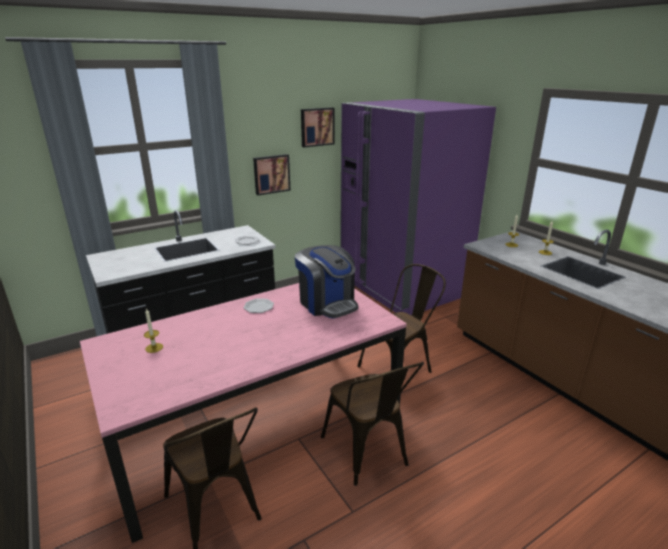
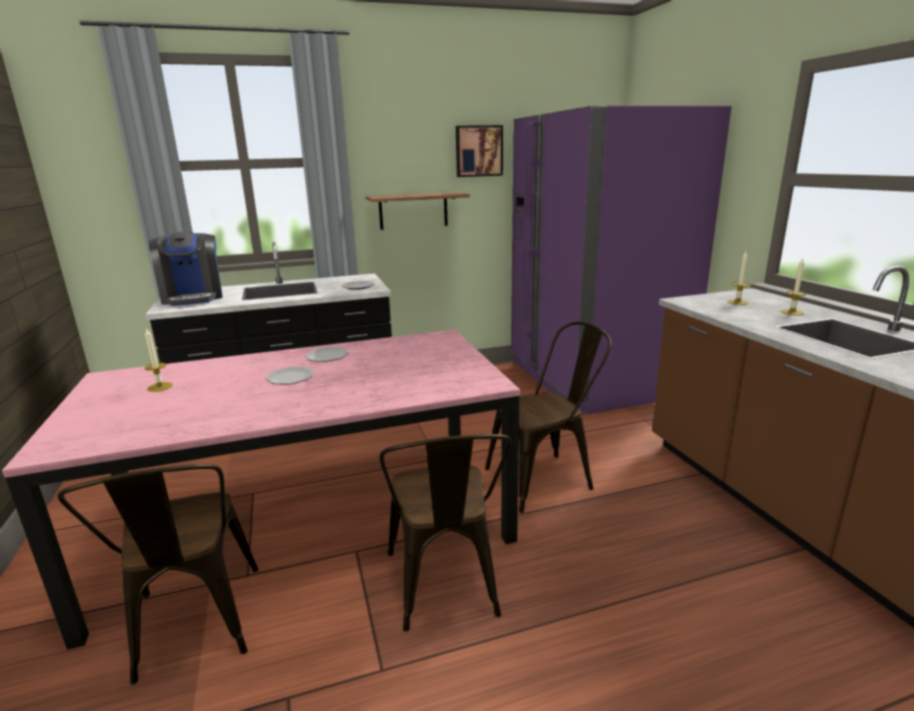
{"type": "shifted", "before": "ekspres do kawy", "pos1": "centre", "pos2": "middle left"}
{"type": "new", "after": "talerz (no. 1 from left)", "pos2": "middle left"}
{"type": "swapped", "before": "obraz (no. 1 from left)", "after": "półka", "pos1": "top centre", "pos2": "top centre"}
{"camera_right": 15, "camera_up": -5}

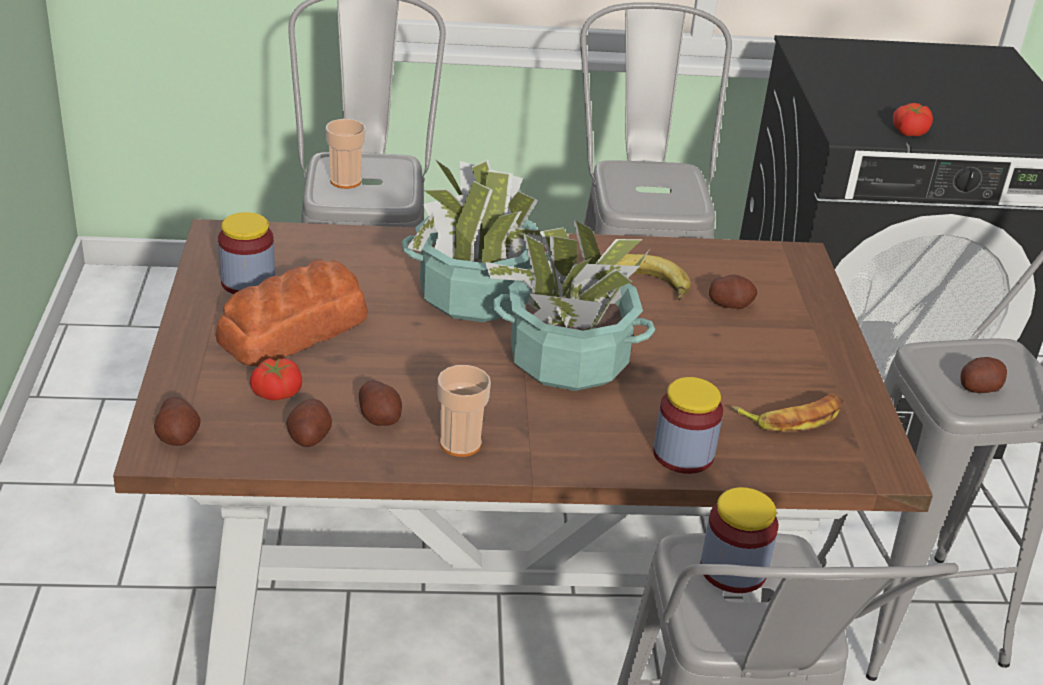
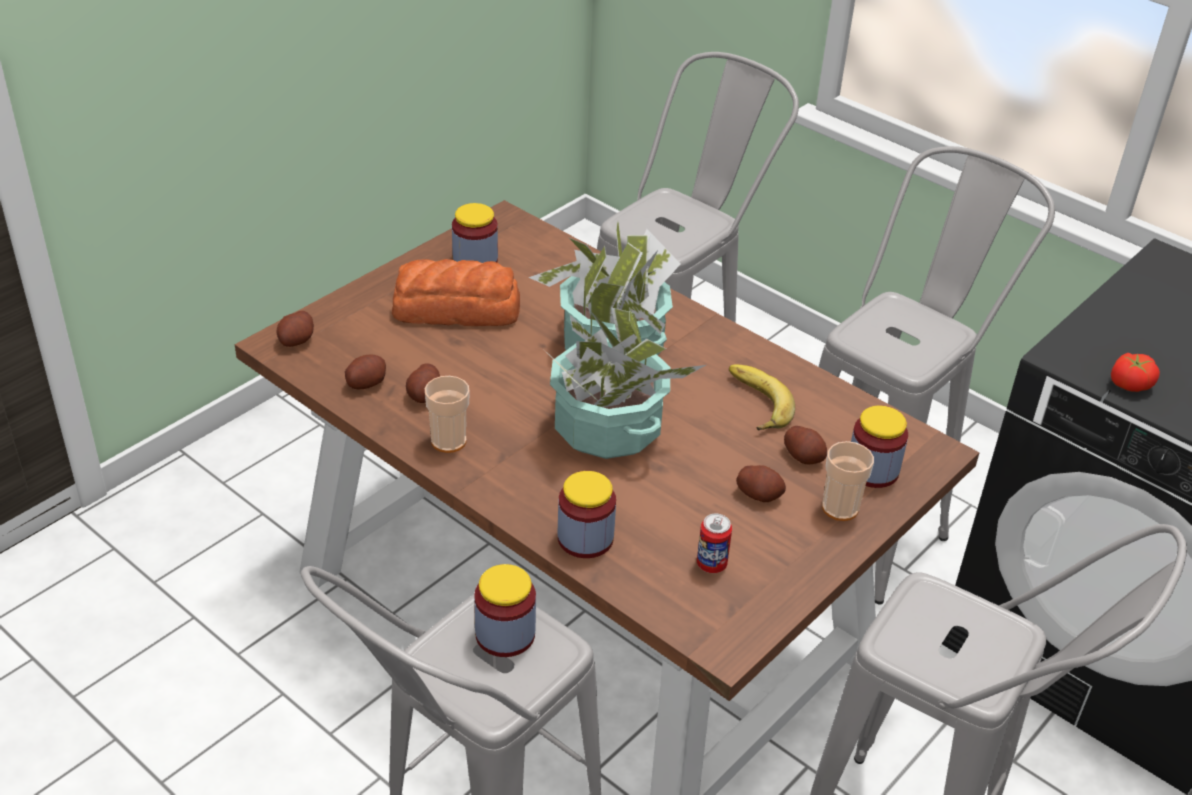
{"type": "swapped", "before": "banan (no. 2 from left)", "after": "puszka", "pos1": "middle right", "pos2": "bottom centre"}
{"type": "shifted", "before": "ziemniak (no. 5 from left in the first image)", "after": "ziemniak (no. 4 from left)", "pos1": "middle right", "pos2": "centre"}
{"type": "shifted", "before": "filiżanka (no. 1 from left in the first image)", "after": "filiżanka (no. 2 from left)", "pos1": "top left", "pos2": "middle right"}
{"type": "new", "after": "słoik (no. 4 from left)", "pos2": "middle right"}
{"type": "gone", "before": "pomidor (no. 1 from left)", "pos1": "middle left"}
{"camera_right": 45, "camera_up": 5}

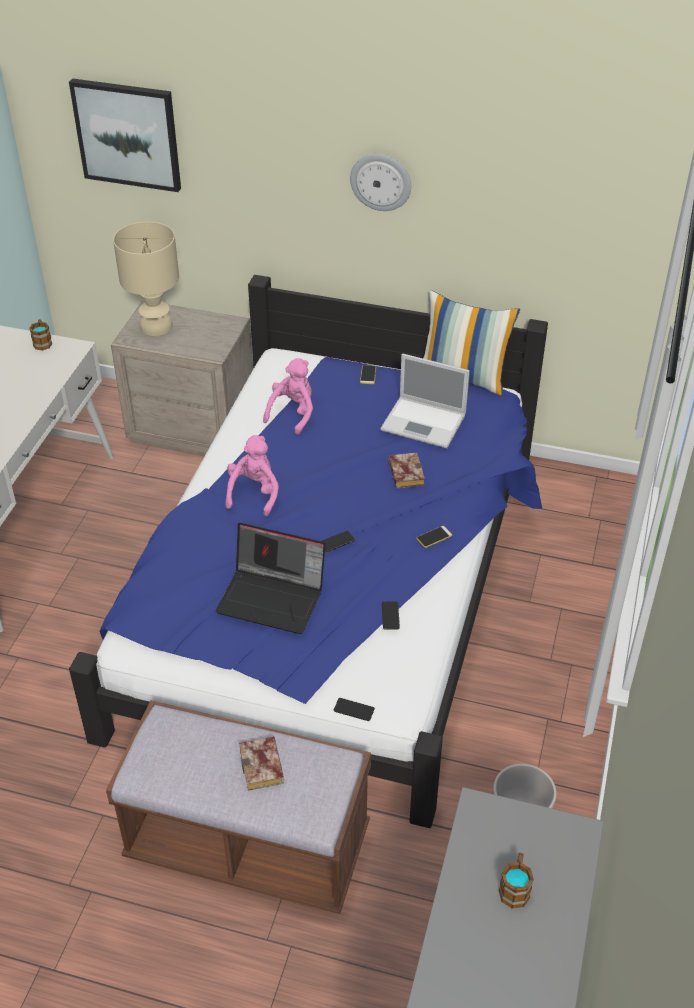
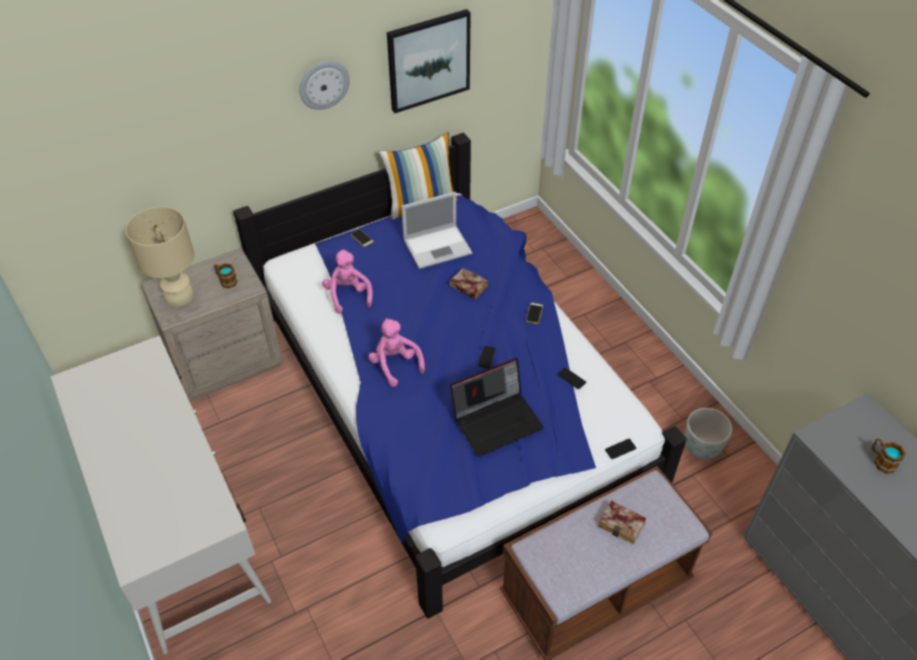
{"type": "shifted", "before": "kubek (no. 1 from left)", "pos1": "top left", "pos2": "middle left"}
{"type": "shifted", "before": "obraz", "pos1": "top left", "pos2": "top centre"}
{"camera_right": -45, "camera_up": 5}

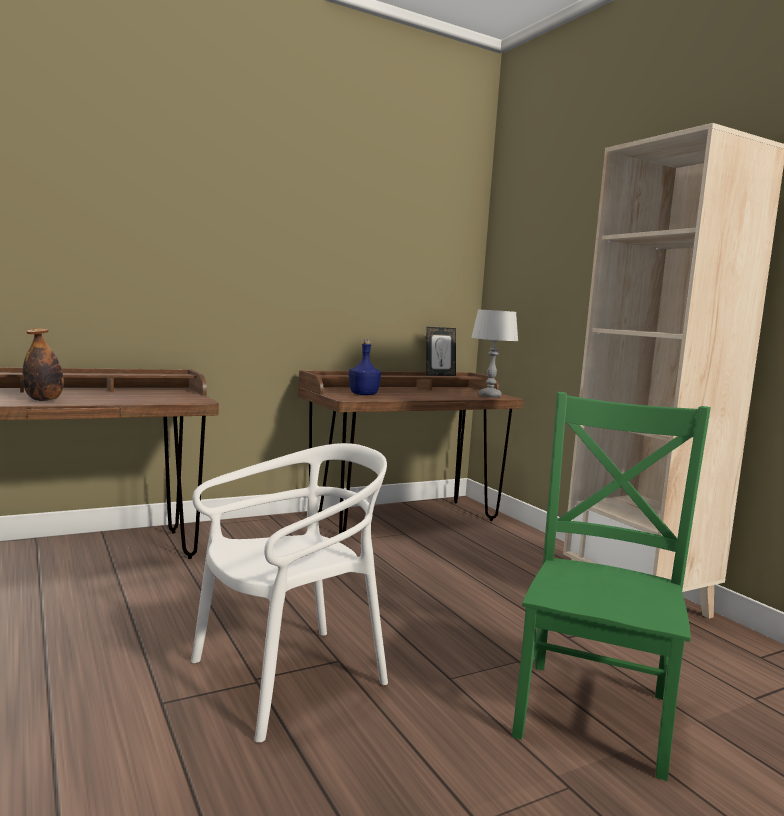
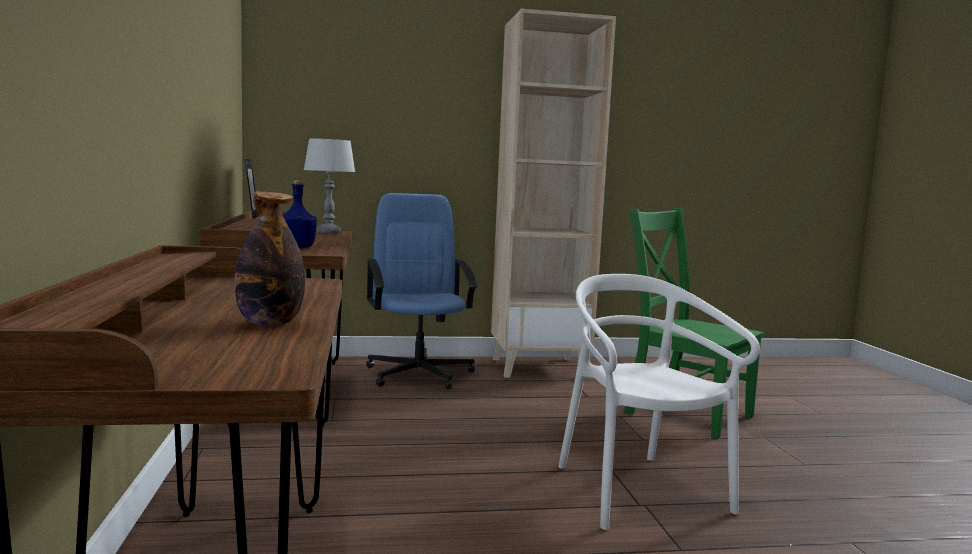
{"type": "new", "after": "krzesło biurowe/niebieski", "pos2": "centre"}
{"camera_right": -70, "camera_up": 0}

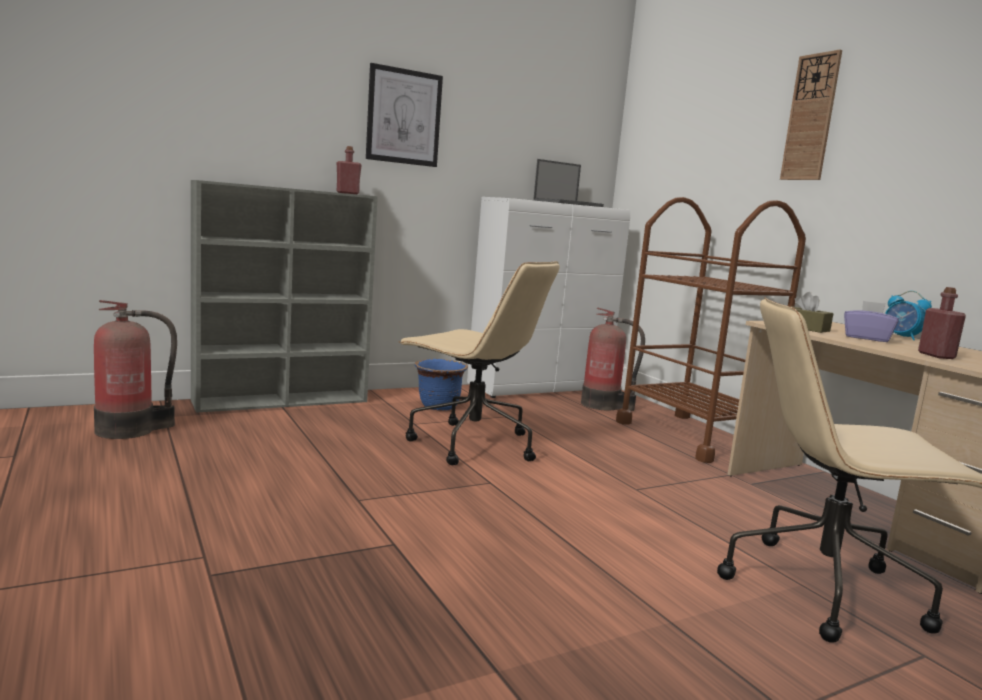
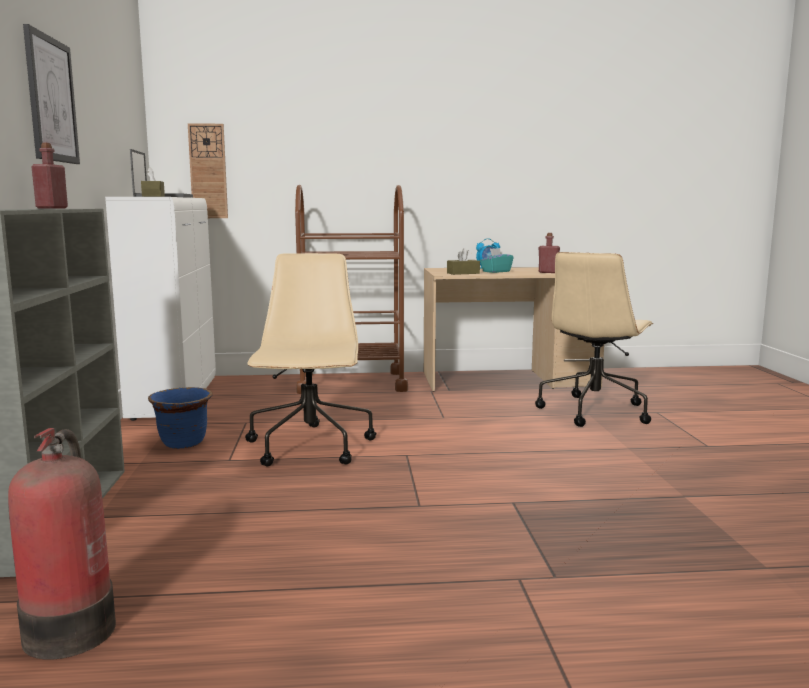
{"type": "new", "after": "pudełko chusteczek/brązowy (no. 1 from left)", "pos2": "top left"}
{"type": "shifted", "before": "zegar ścienny", "pos1": "top right", "pos2": "top left"}
{"type": "rotated", "before": "krzesło biurowe/beżowy (no. 1 from left)", "pos1": "centre", "pos2": "centre", "turn": -60}
{"type": "repainted", "before": "pudełko chusteczek/fioletowy", "after": "pudełko chusteczek/turkusowy", "pos1": "middle right", "pos2": "centre"}
{"type": "gone", "before": "gaśnica (no. 2 from left)", "pos1": "centre"}
{"camera_right": -65, "camera_up": 0}

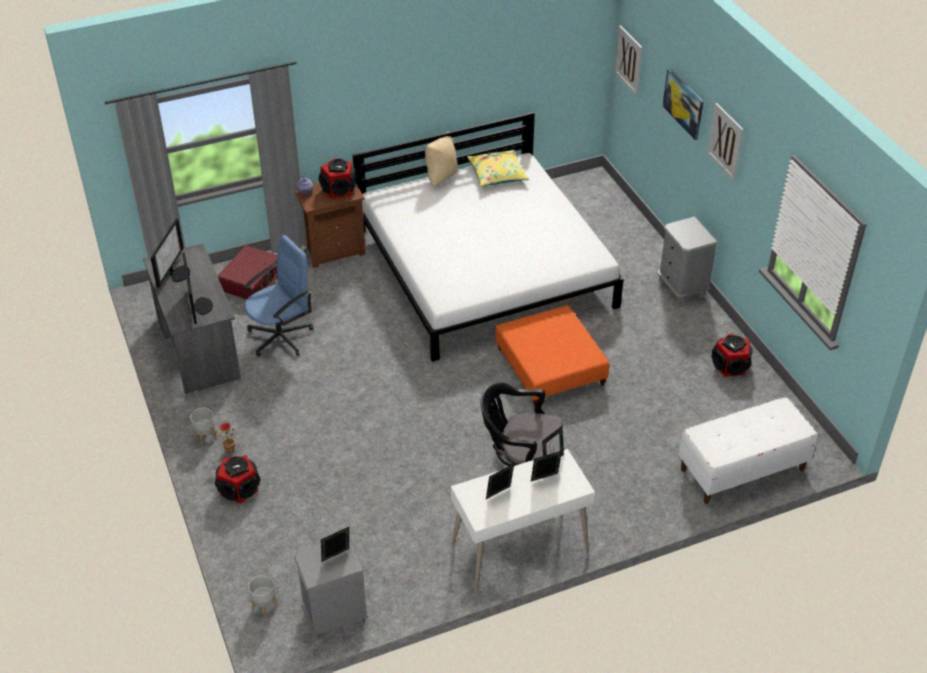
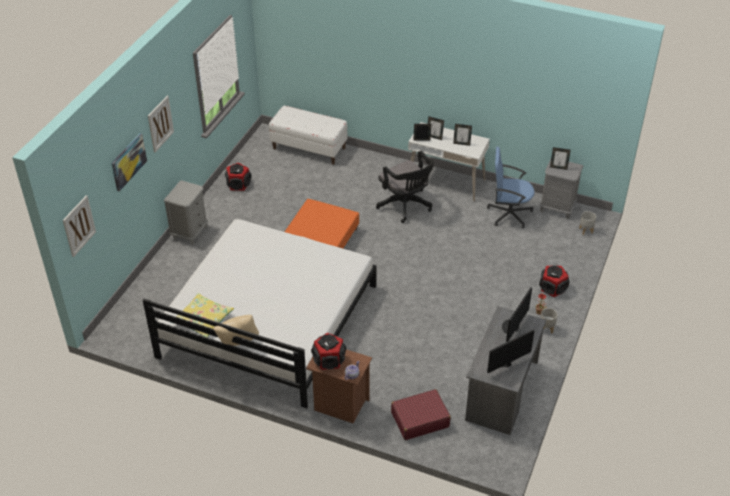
{"type": "shifted", "before": "krzesło biurowe/niebieski", "pos1": "middle left", "pos2": "middle right"}
{"camera_right": -135, "camera_up": 0}

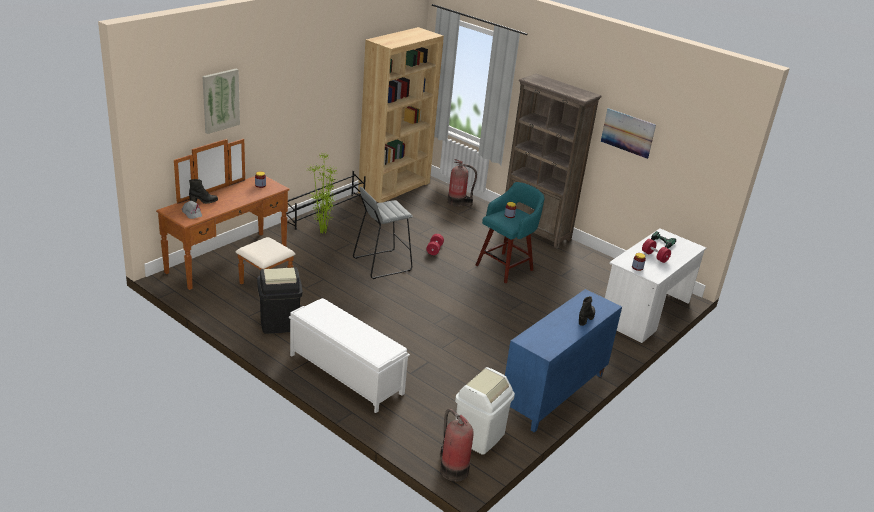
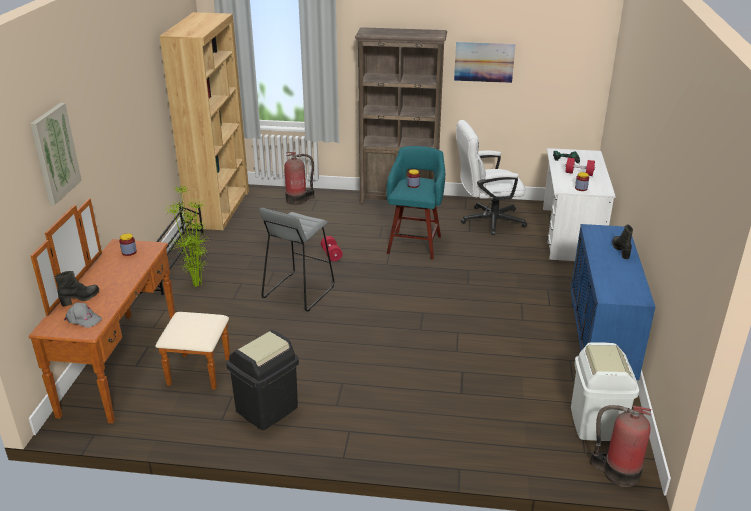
{"type": "new", "after": "krzesło biurowe/biały", "pos2": "centre"}
{"type": "gone", "before": "ławka/biały", "pos1": "bottom centre"}
{"camera_right": -30, "camera_up": 0}

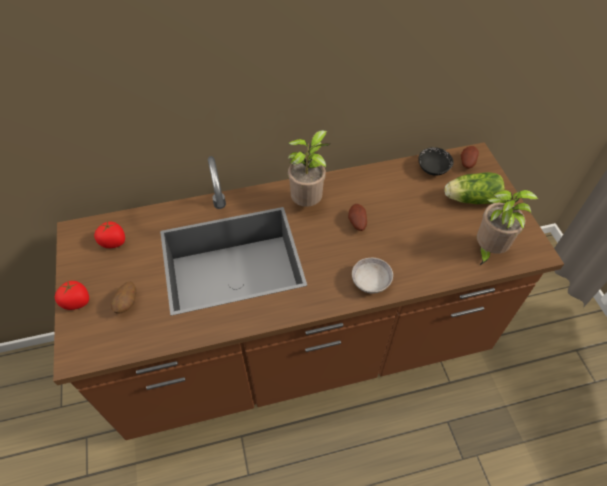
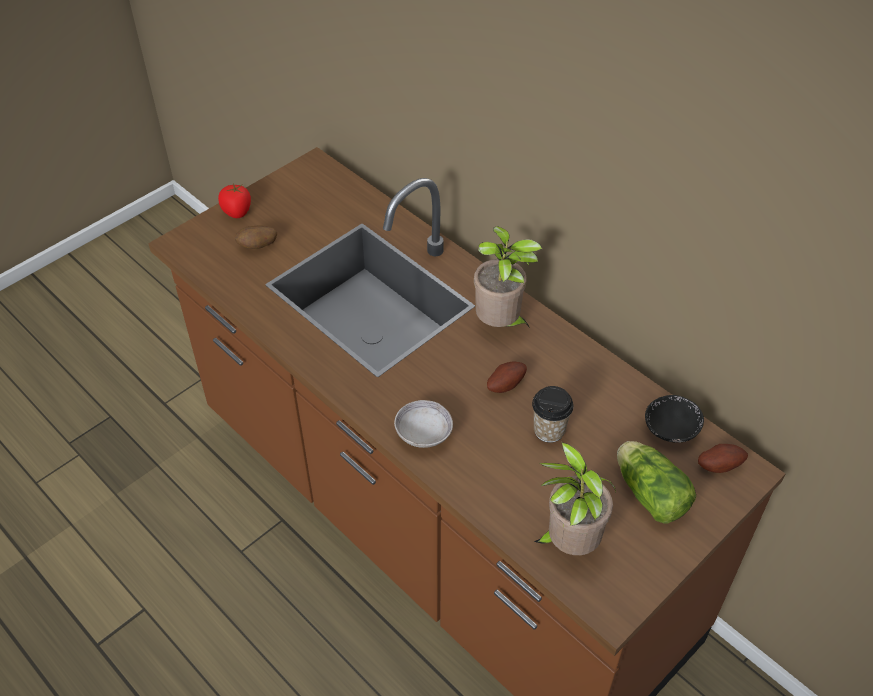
{"type": "new", "after": "filiżanka", "pos2": "centre"}
{"type": "gone", "before": "pomidor (no. 2 from left)", "pos1": "middle left"}
{"camera_right": 60, "camera_up": -5}

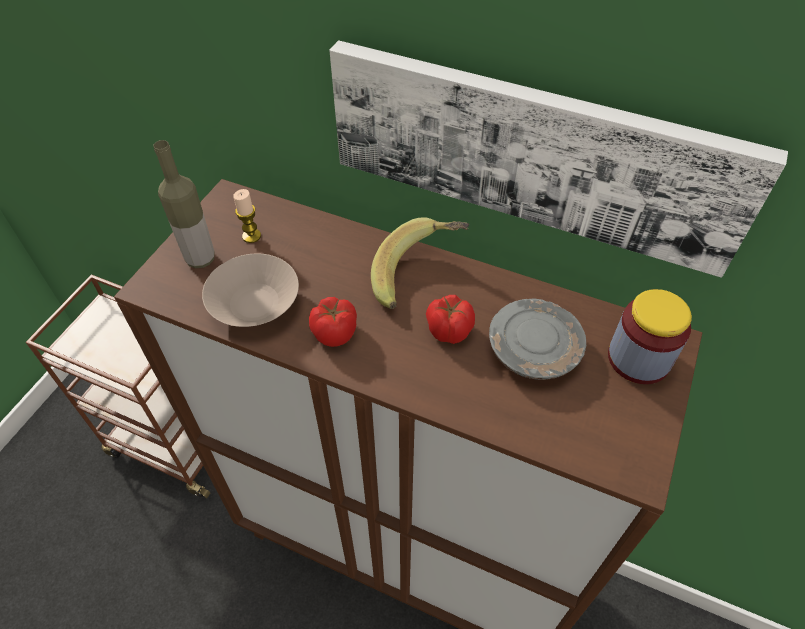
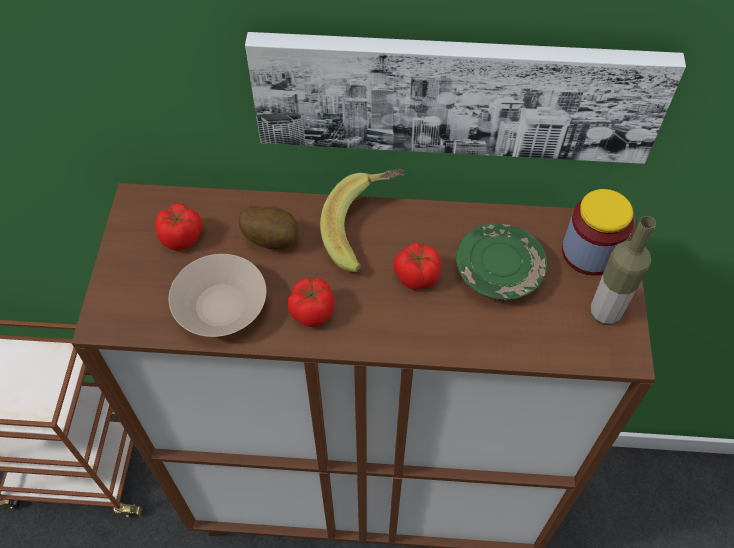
{"type": "swapped", "before": "świeca", "after": "pomidor (no. 1 from left)", "pos1": "middle left", "pos2": "middle left"}
{"type": "new", "after": "ziemniak", "pos2": "centre"}
{"type": "repainted", "before": "talerz/szary", "after": "talerz/zielony", "pos1": "middle right", "pos2": "middle right"}
{"type": "shifted", "before": "butelka", "pos1": "top left", "pos2": "middle right"}
{"camera_right": -20, "camera_up": 5}

